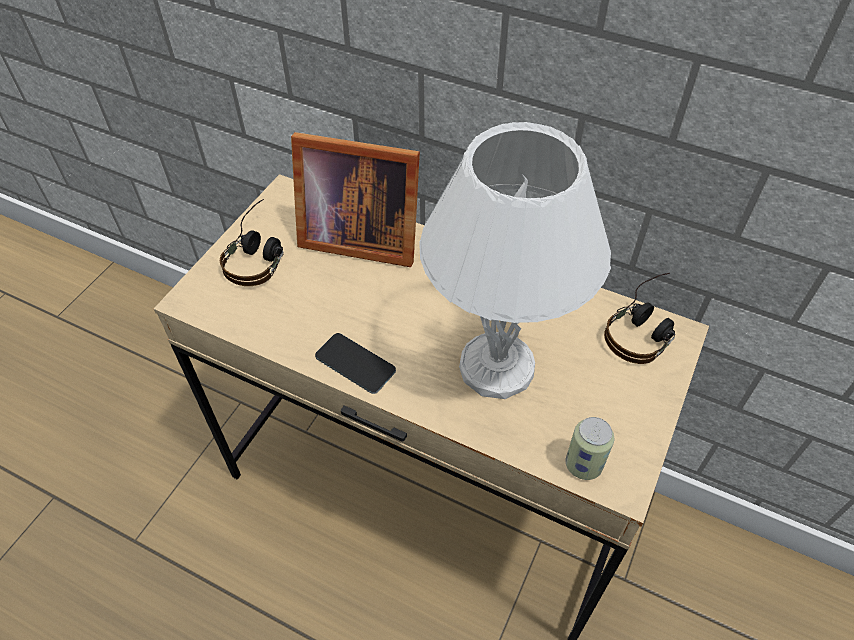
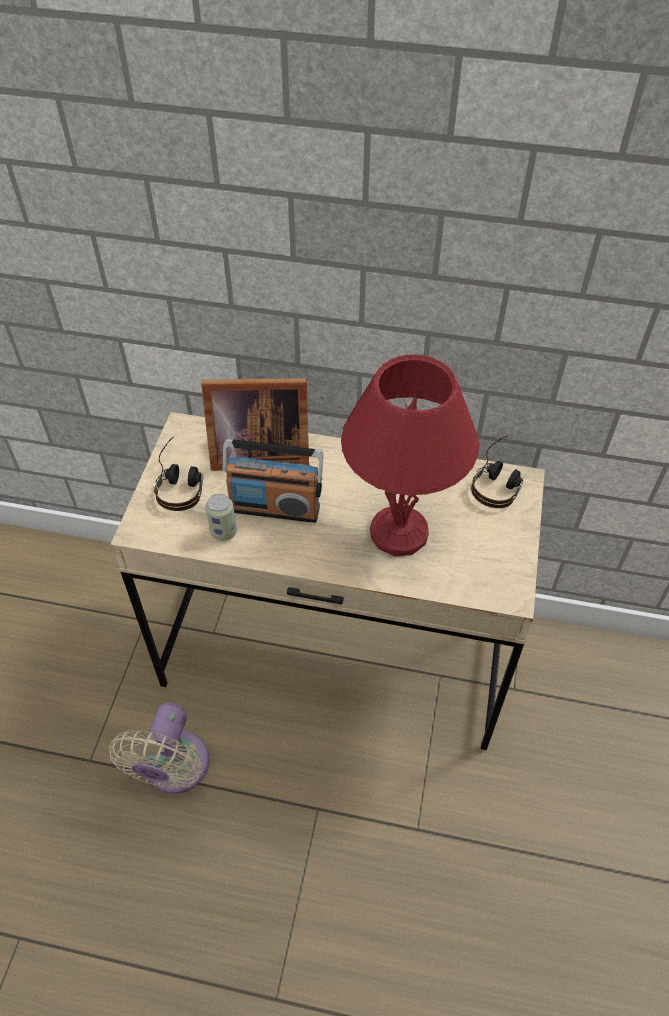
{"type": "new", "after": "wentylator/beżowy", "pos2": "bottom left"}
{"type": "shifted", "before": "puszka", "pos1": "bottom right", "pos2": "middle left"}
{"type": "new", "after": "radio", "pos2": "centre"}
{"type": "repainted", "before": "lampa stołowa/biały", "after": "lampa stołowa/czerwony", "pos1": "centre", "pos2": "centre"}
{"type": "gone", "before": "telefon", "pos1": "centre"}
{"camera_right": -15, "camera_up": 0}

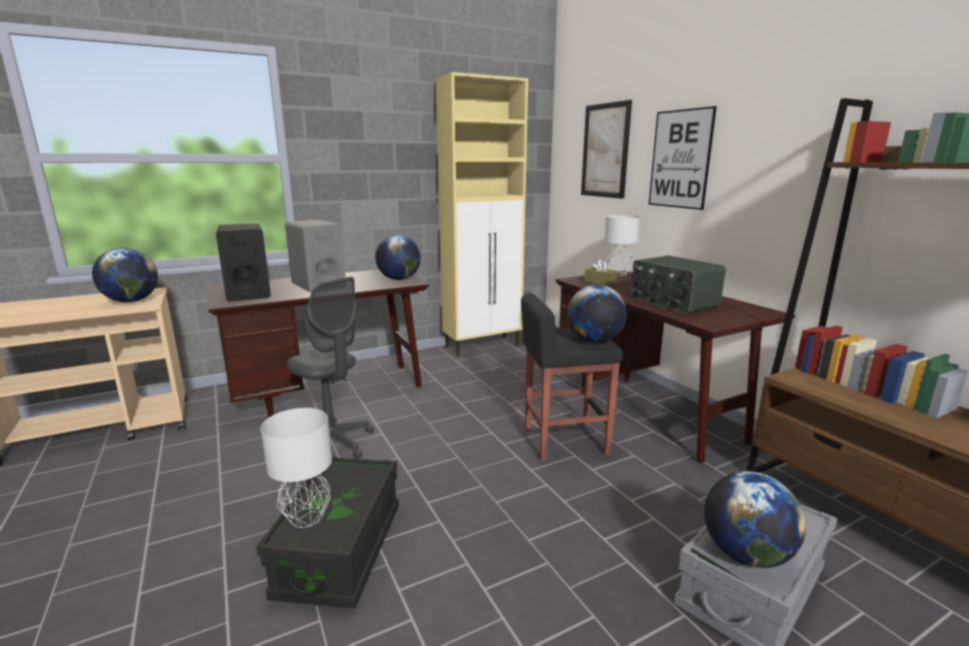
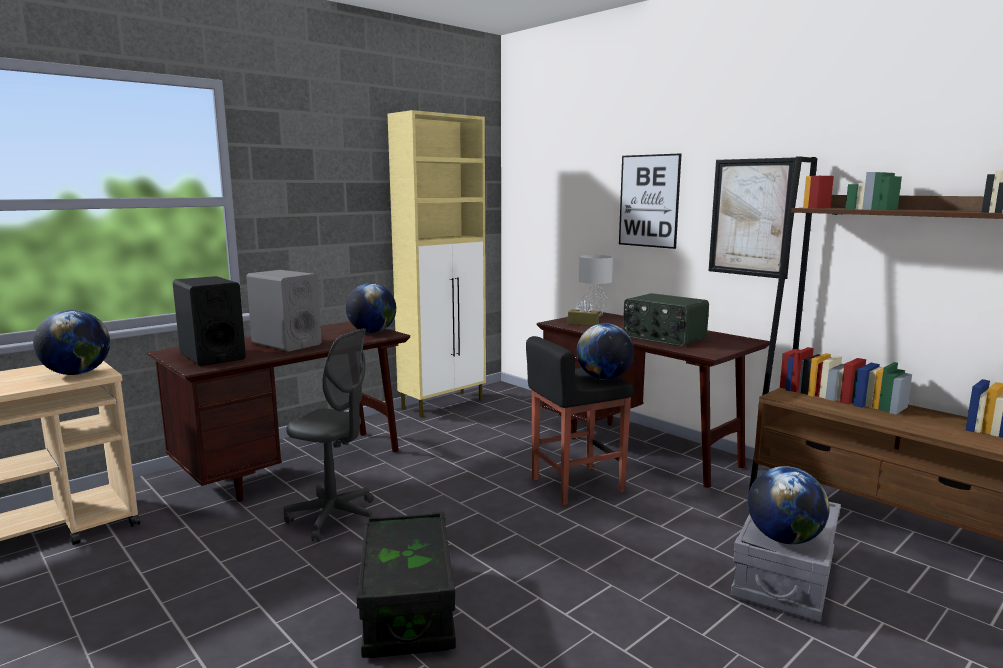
{"type": "shifted", "before": "obraz (no. 1 from left in the first image)", "after": "obraz (no. 2 from left)", "pos1": "top centre", "pos2": "top right"}
{"type": "gone", "before": "lampa stołowa/szary (no. 1 from left)", "pos1": "bottom left"}
{"camera_right": -15, "camera_up": -5}

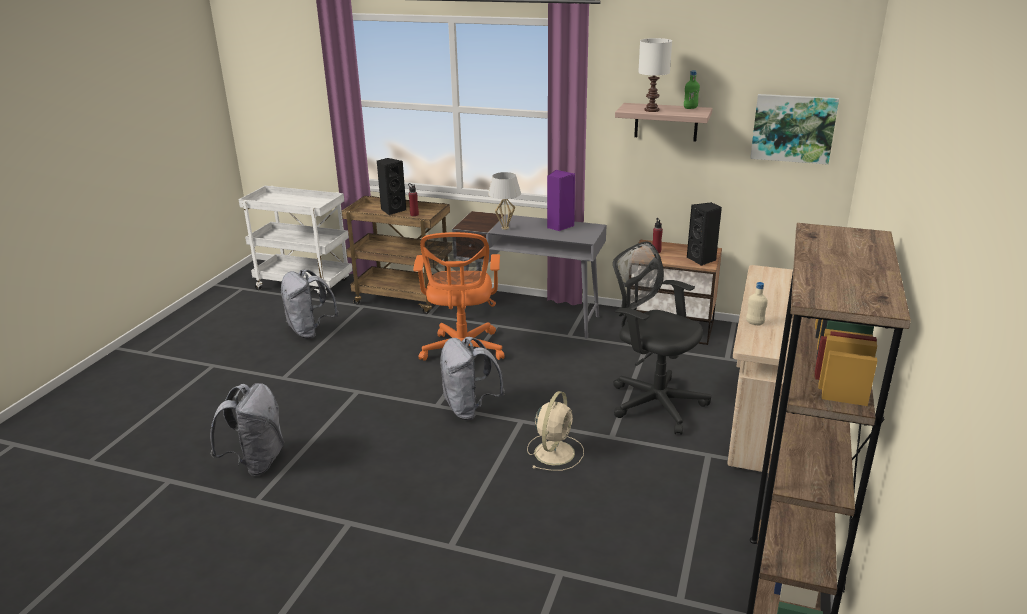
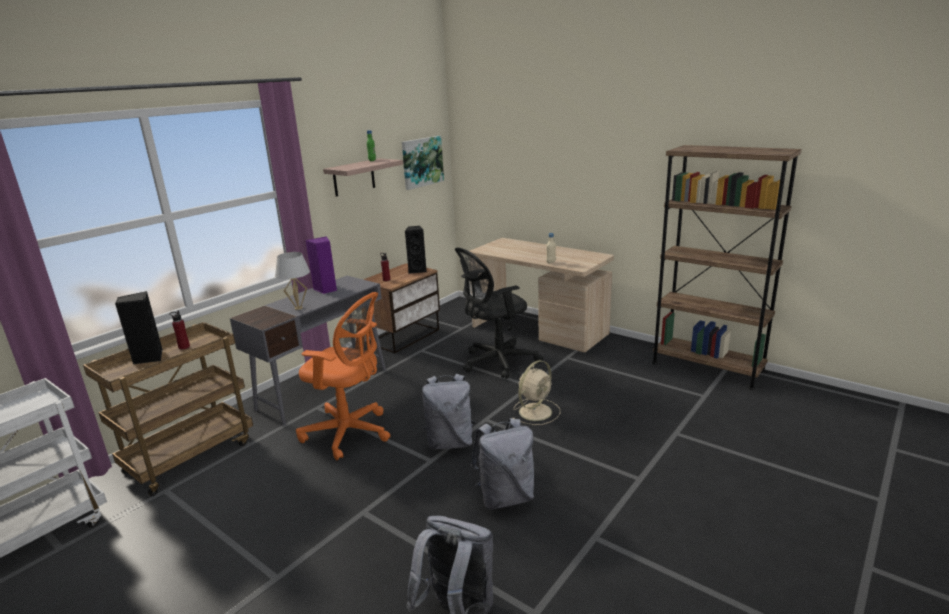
{"type": "shifted", "before": "plecak/szary (no. 2 from left in the first image)", "after": "plecak/szary (no. 3 from left)", "pos1": "middle left", "pos2": "bottom centre"}
{"type": "rotated", "before": "wentylator/beżowy", "pos1": "bottom centre", "pos2": "centre", "turn": 90}
{"type": "gone", "before": "lampa stołowa/biały (no. 2 from left)", "pos1": "top centre"}
{"camera_right": -70, "camera_up": -5}

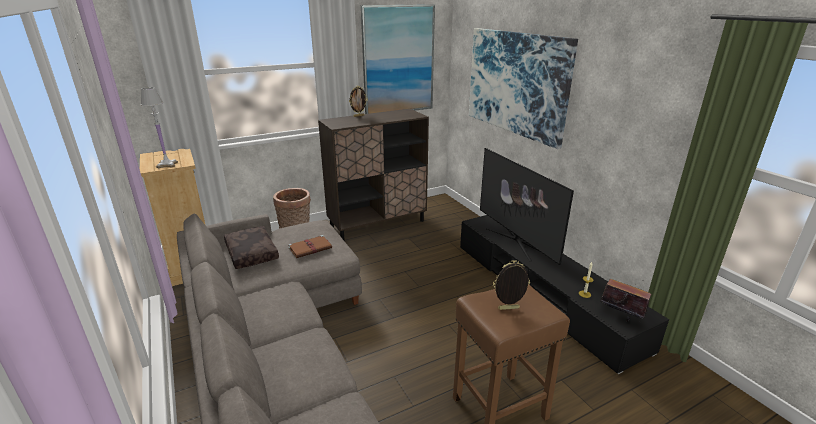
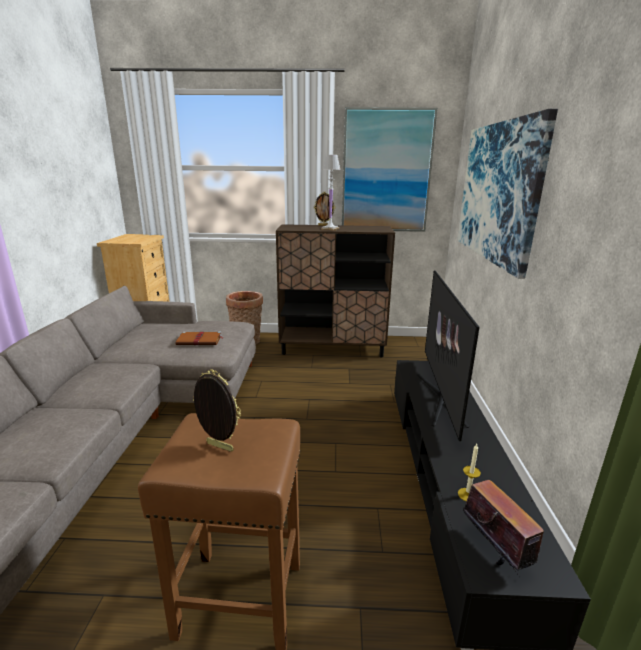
{"type": "shifted", "before": "lampa stołowa/biały", "pos1": "top left", "pos2": "top centre"}
{"type": "gone", "before": "poduszka/brązowy", "pos1": "middle left"}
{"camera_right": 30, "camera_up": -5}

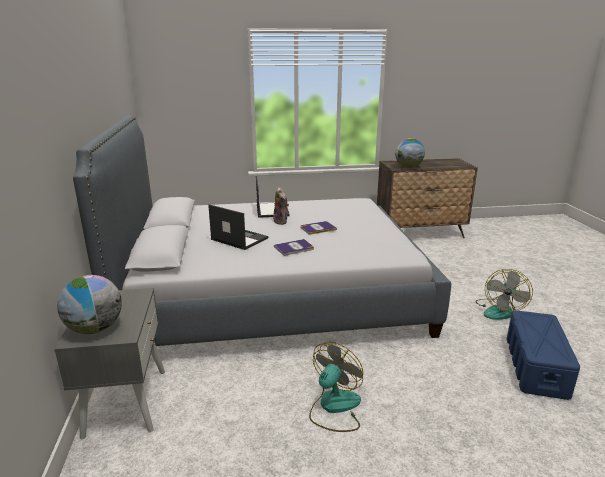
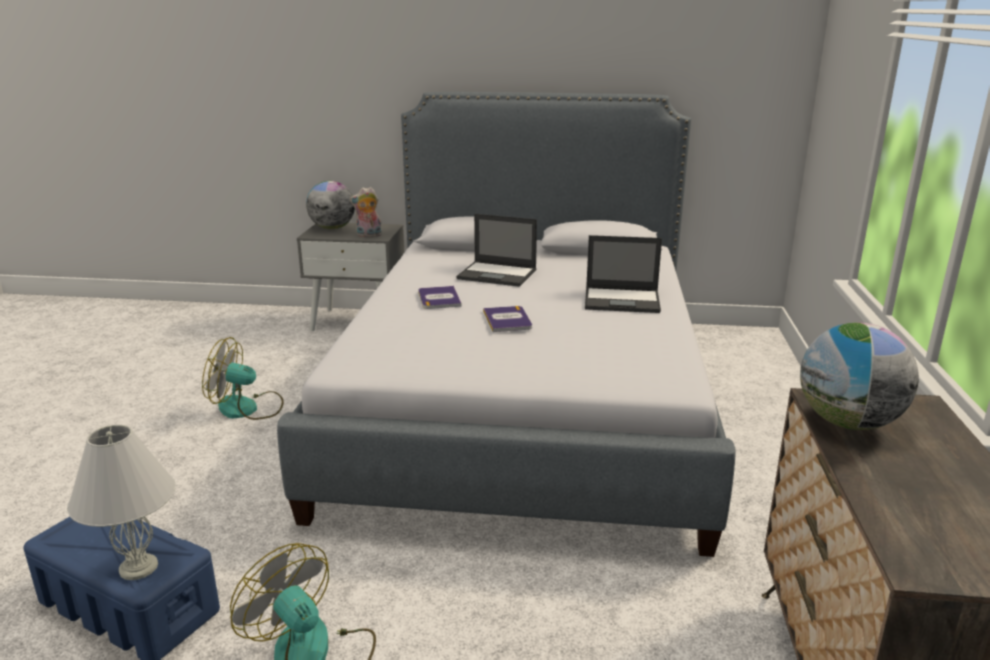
{"type": "new", "after": "lampa stołowa/biały", "pos2": "bottom left"}
{"type": "rotated", "before": "wentylator (no. 1 from left)", "pos1": "bottom centre", "pos2": "middle left", "turn": 135}
{"type": "shifted", "before": "pluszak", "pos1": "centre", "pos2": "top centre"}
{"type": "rotated", "before": "laptop (no. 1 from left)", "pos1": "centre", "pos2": "centre", "turn": 60}
{"camera_right": 105, "camera_up": 0}

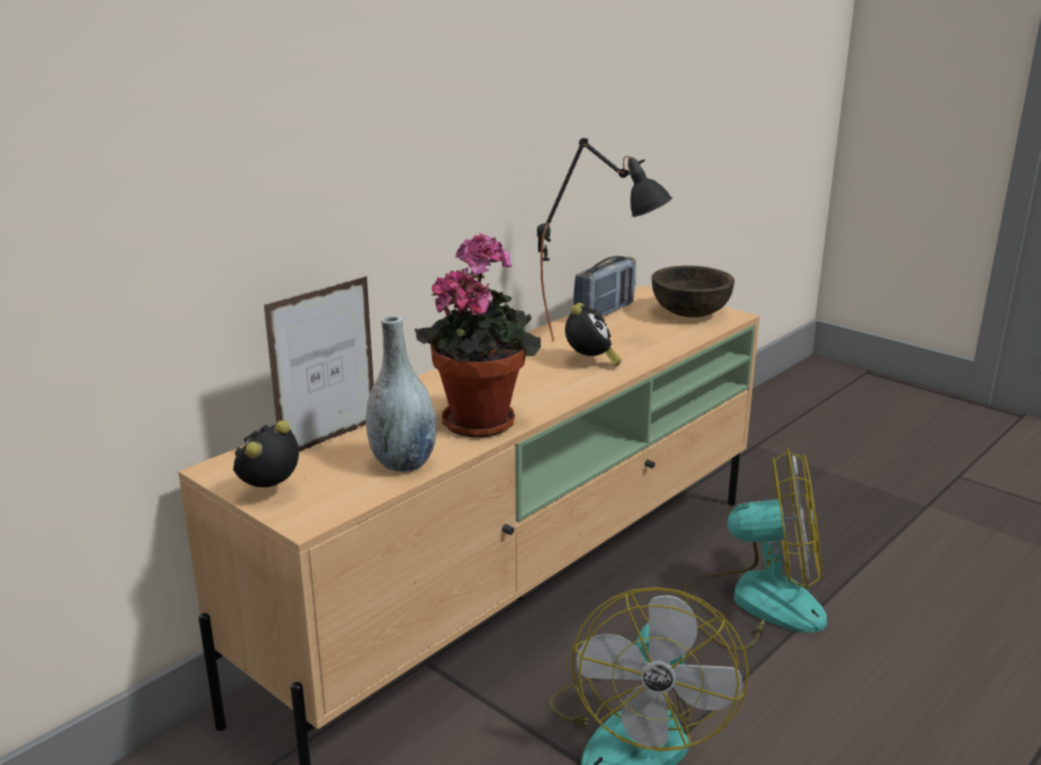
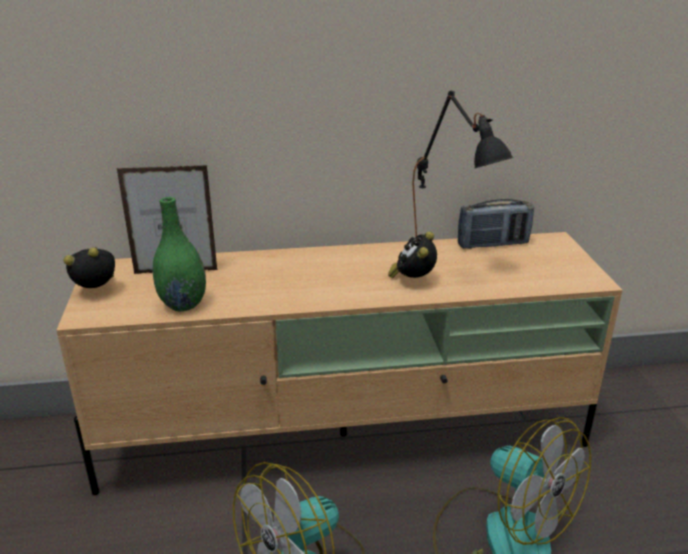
{"type": "repainted", "before": "wazon/szary", "after": "wazon/zielony", "pos1": "centre", "pos2": "middle left"}
{"type": "rotated", "before": "budzik (no. 2 from left)", "pos1": "centre", "pos2": "centre", "turn": 150}
{"type": "gone", "before": "roślina doniczkowa", "pos1": "centre"}
{"type": "gone", "before": "miska/brązowy", "pos1": "centre"}
{"camera_right": 40, "camera_up": 5}

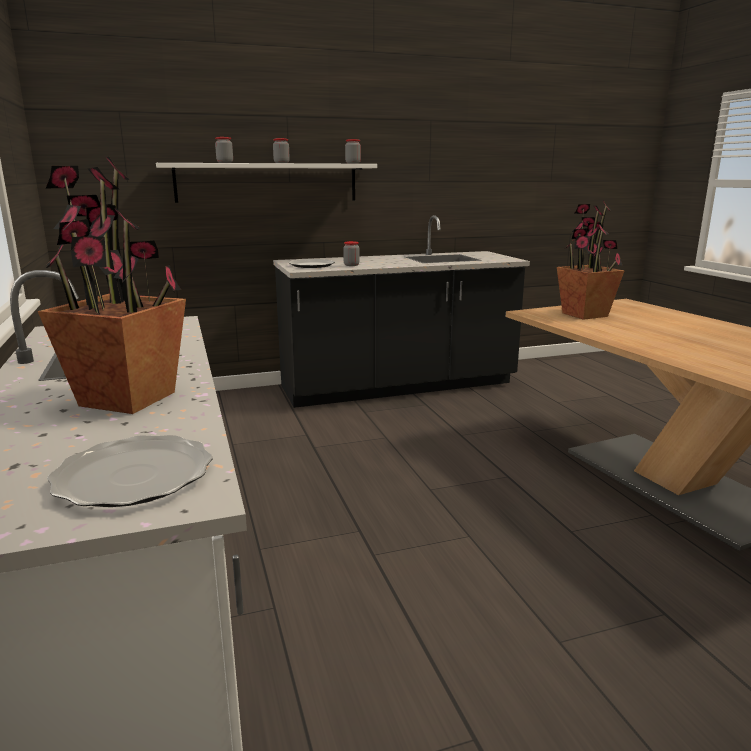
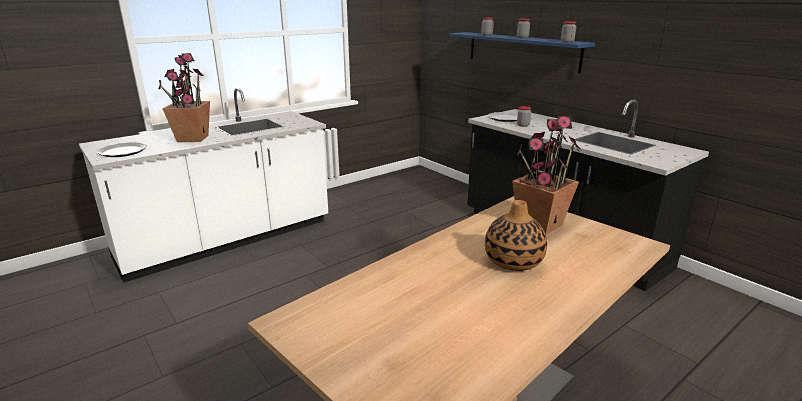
{"type": "repainted", "before": "półka/biały", "after": "półka/niebieski", "pos1": "top centre", "pos2": "top centre"}
{"type": "new", "after": "wazon", "pos2": "centre"}
{"camera_right": 70, "camera_up": 5}

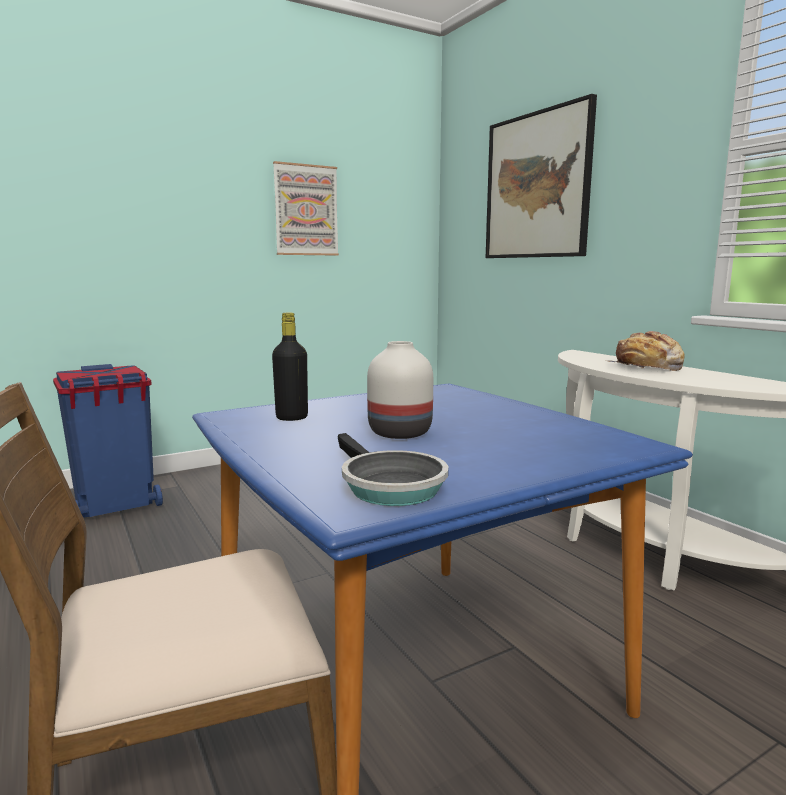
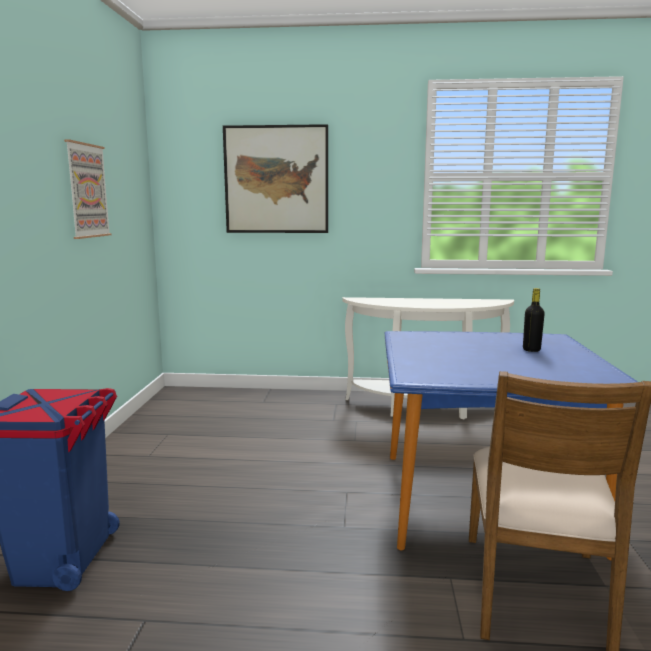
{"type": "shifted", "before": "butelka/czarny", "pos1": "centre", "pos2": "middle right"}
{"type": "gone", "before": "patelnia", "pos1": "centre"}
{"type": "gone", "before": "wazon/biały", "pos1": "centre"}
{"type": "gone", "before": "chleb", "pos1": "middle right"}
{"camera_right": -55, "camera_up": 0}

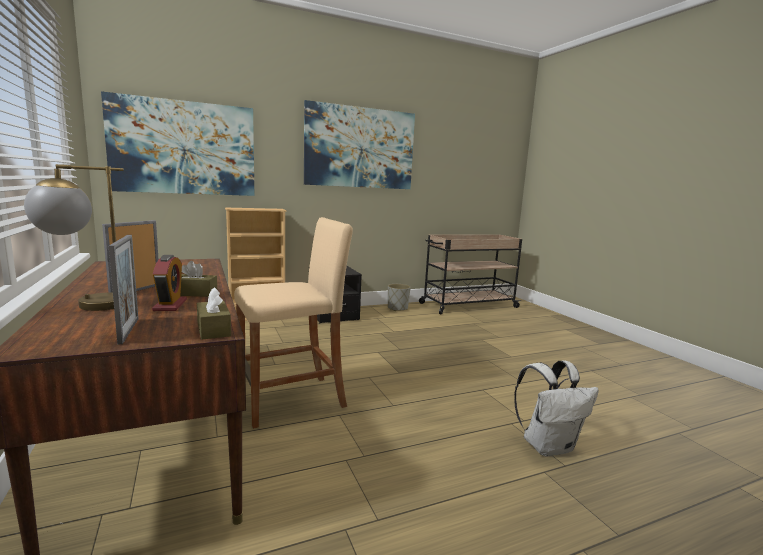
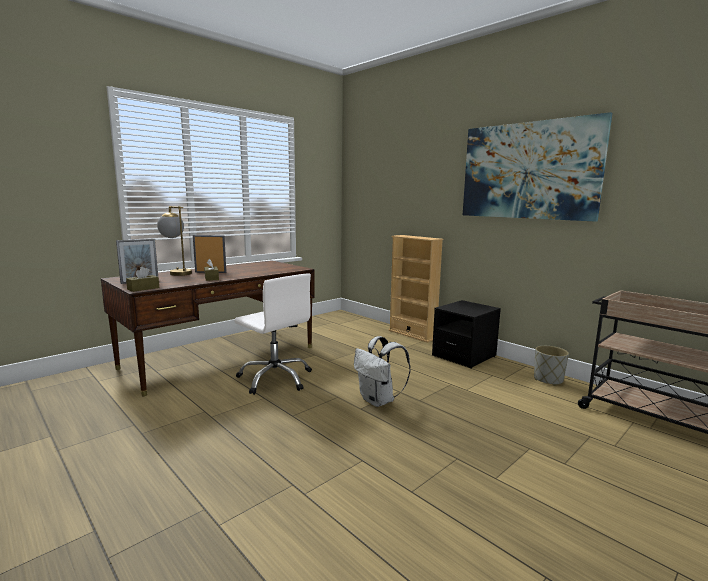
{"type": "swapped", "before": "stołek/beżowy", "after": "krzesło biurowe/biały", "pos1": "centre", "pos2": "centre"}
{"type": "shifted", "before": "plecak/biały", "pos1": "bottom right", "pos2": "centre"}
{"type": "gone", "before": "obraz (no. 1 from left)", "pos1": "top left"}
{"type": "gone", "before": "budzik", "pos1": "middle left"}
{"camera_right": 70, "camera_up": 0}

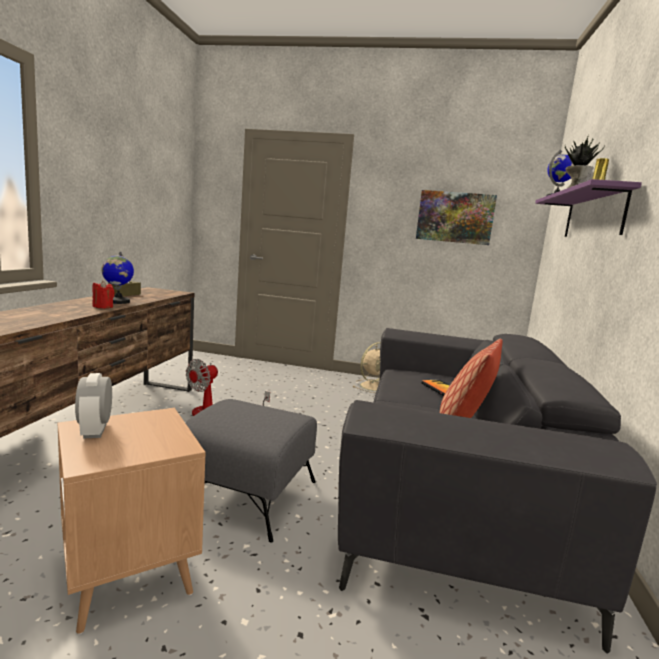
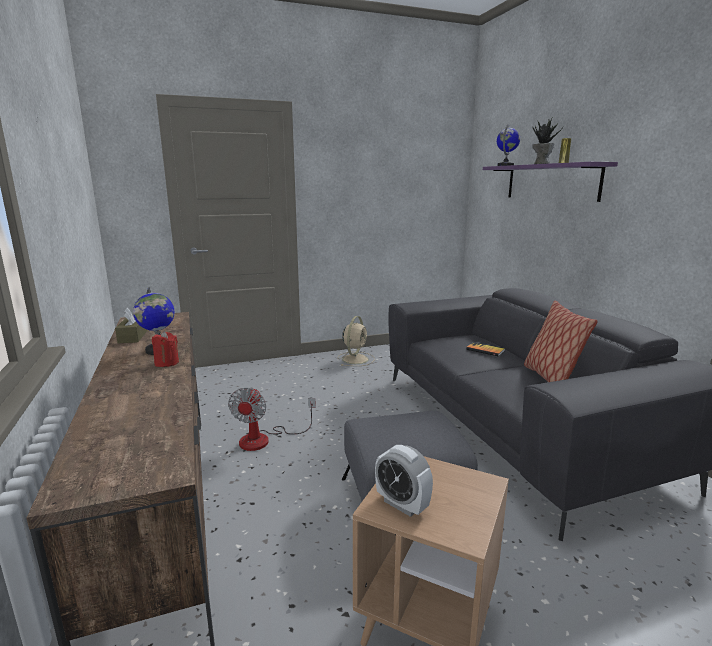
{"type": "gone", "before": "obraz", "pos1": "top right"}
{"camera_right": -30, "camera_up": 5}

